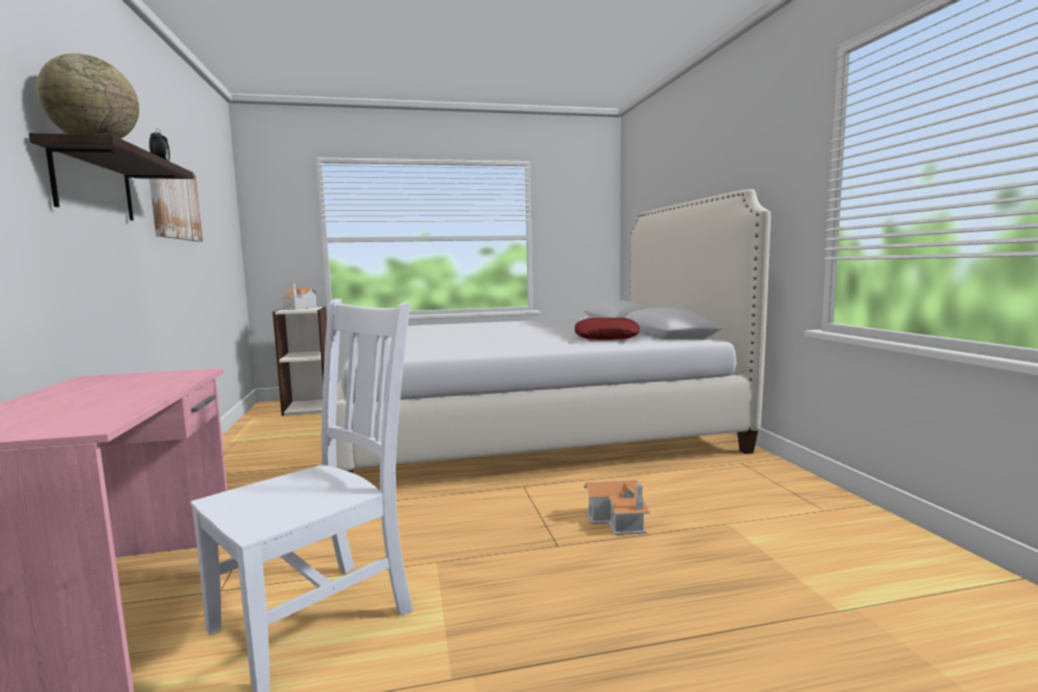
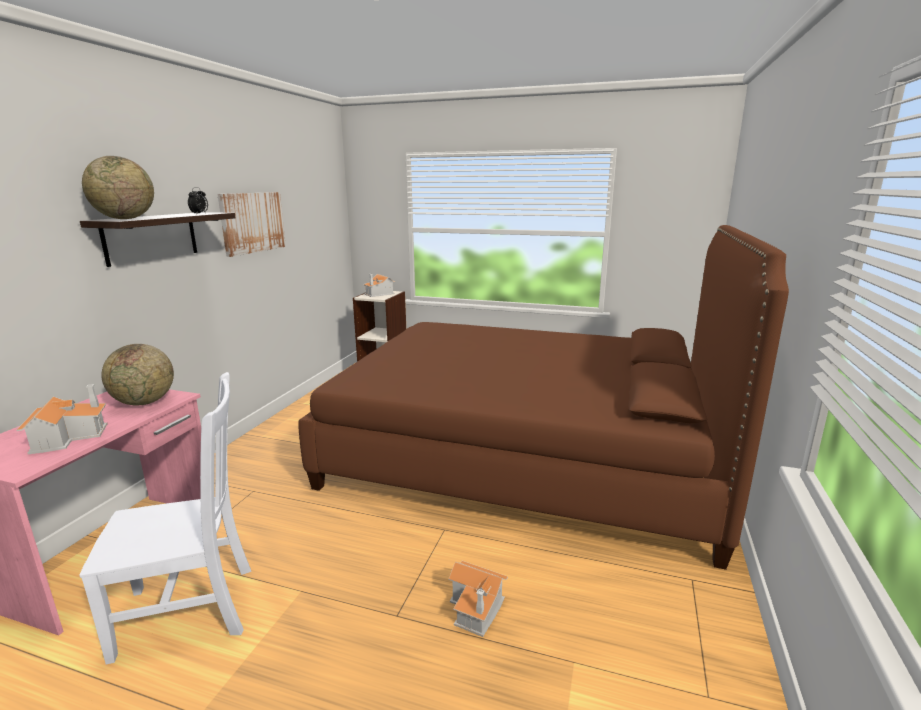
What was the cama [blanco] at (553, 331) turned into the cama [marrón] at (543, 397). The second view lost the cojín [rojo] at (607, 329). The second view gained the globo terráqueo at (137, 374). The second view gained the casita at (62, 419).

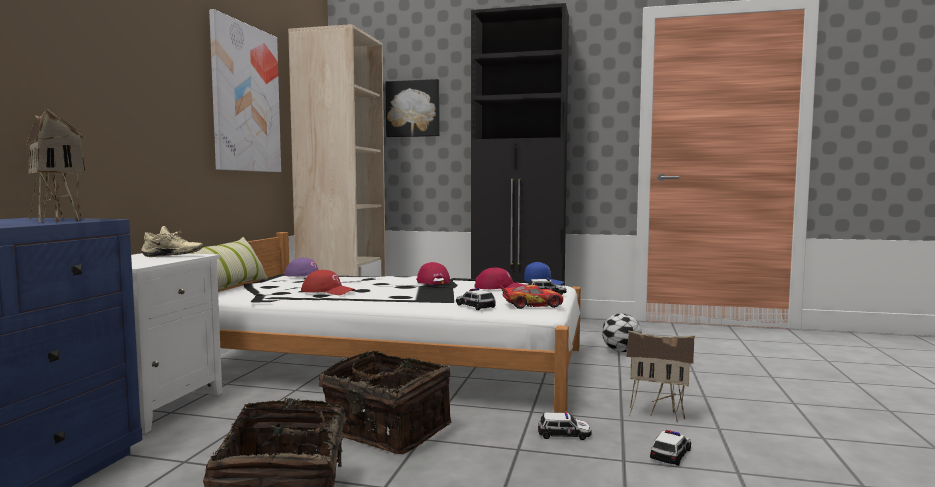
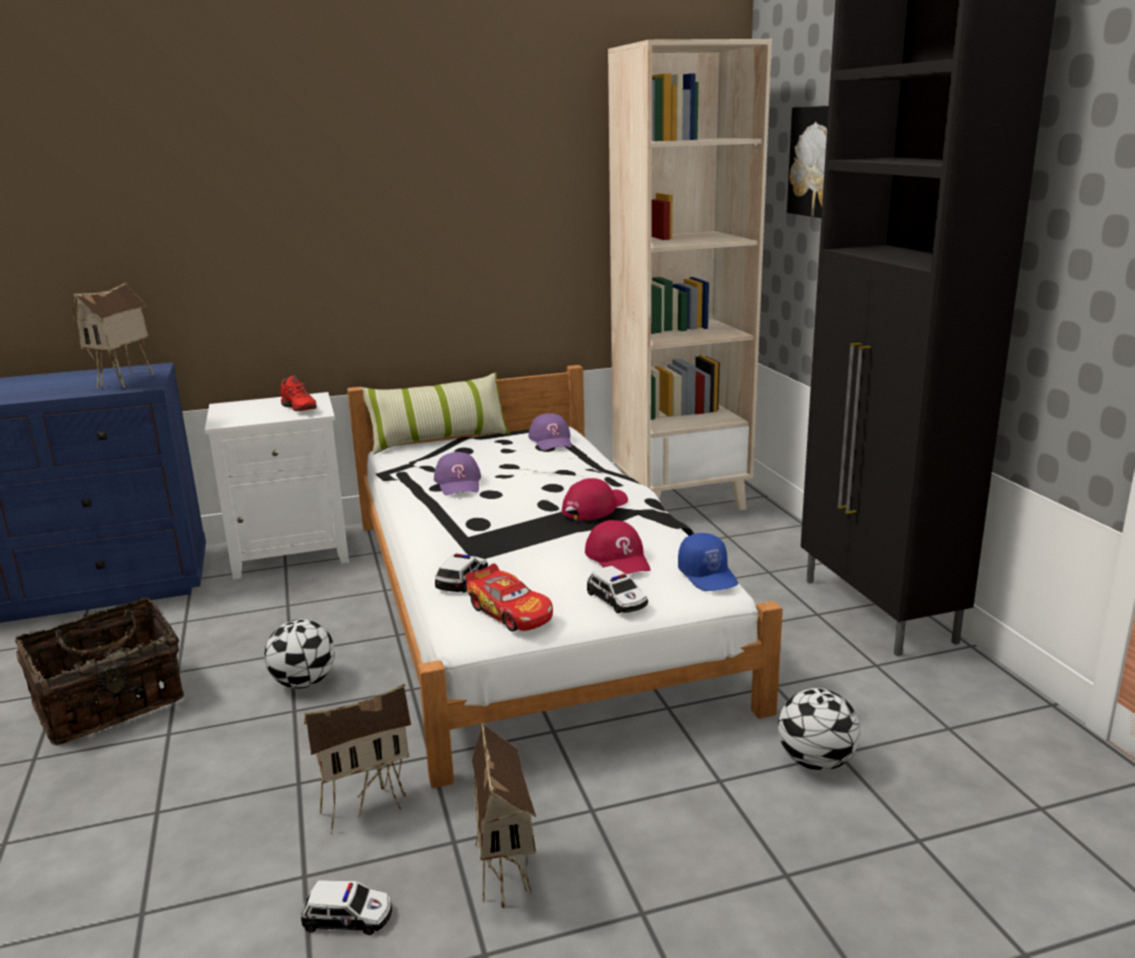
The second view lost the cuadro at (245, 90). What was the zapato [beis] at (172, 241) turned into the zapato [rojo] at (298, 393). What was the gorra [rojo] at (328, 282) turned into the gorra [morado] at (457, 473). Where the cesta stood at (385, 403), the balón de fútbol came to stand at (299, 654). Where the coche de juguete stood at (565, 426), the casita came to stand at (357, 759).

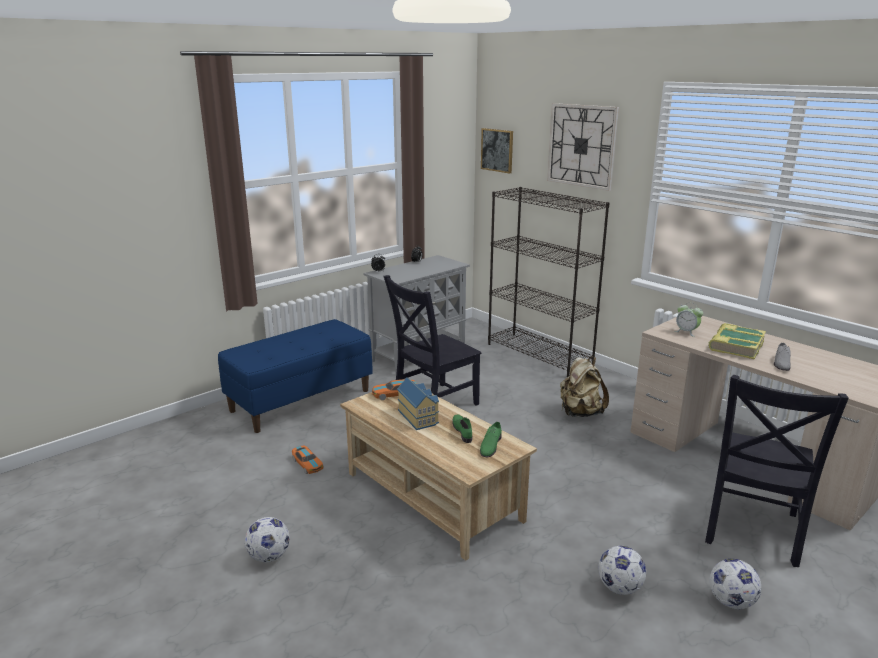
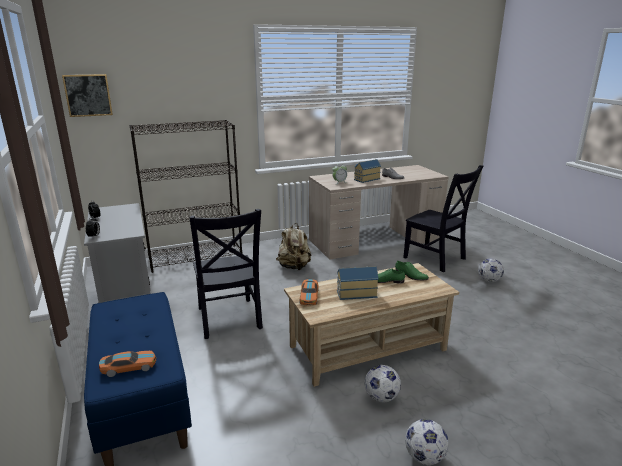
The second view lost the reloj de pared at (583, 147). Where the libro stood at (737, 341), the casita came to stand at (367, 171). The coche de juguete ended up elsewhere, having gone from (308, 459) to (127, 364). The balón de fútbol ended up elsewhere, having gone from (622, 570) to (383, 383).

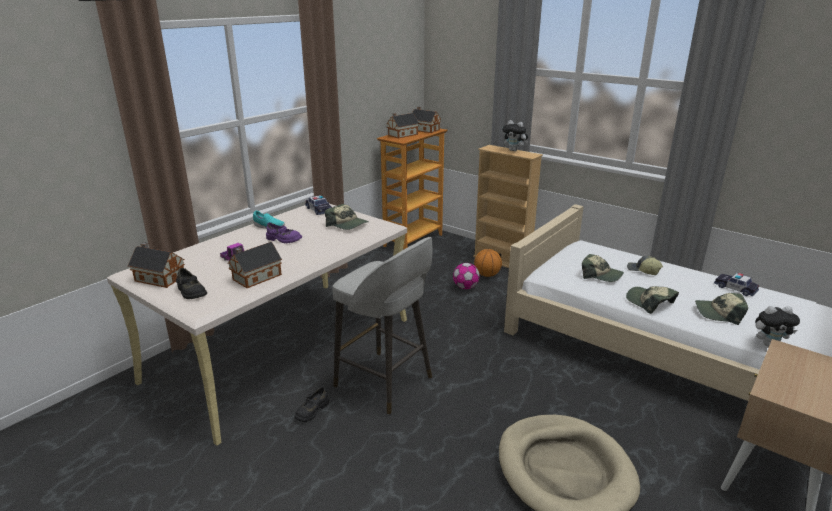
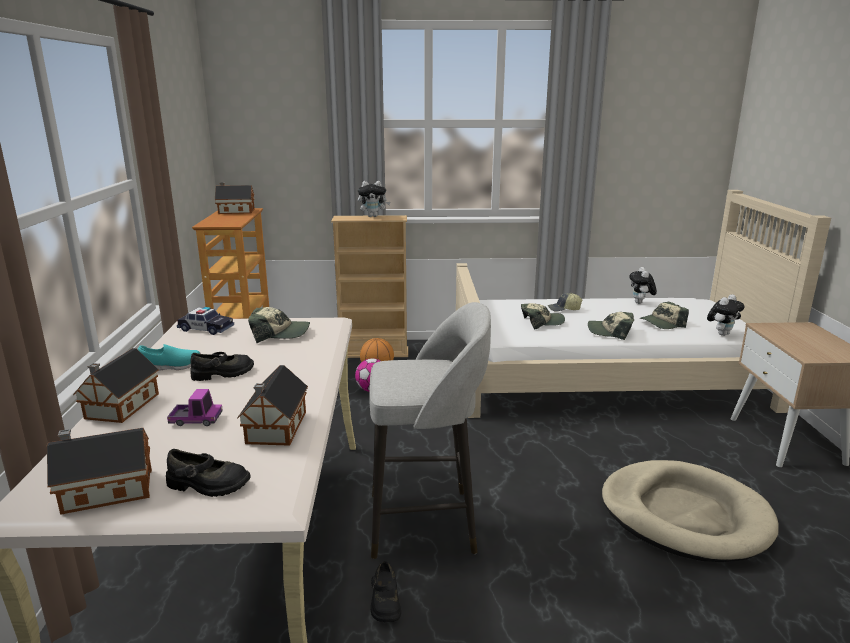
The casita ended up elsewhere, having gone from (403, 125) to (116, 385). What was the zapato [morado] at (284, 232) turned into the zapato [negro] at (222, 366). Where the coche de juguete stood at (736, 284), the peluche came to stand at (643, 285).

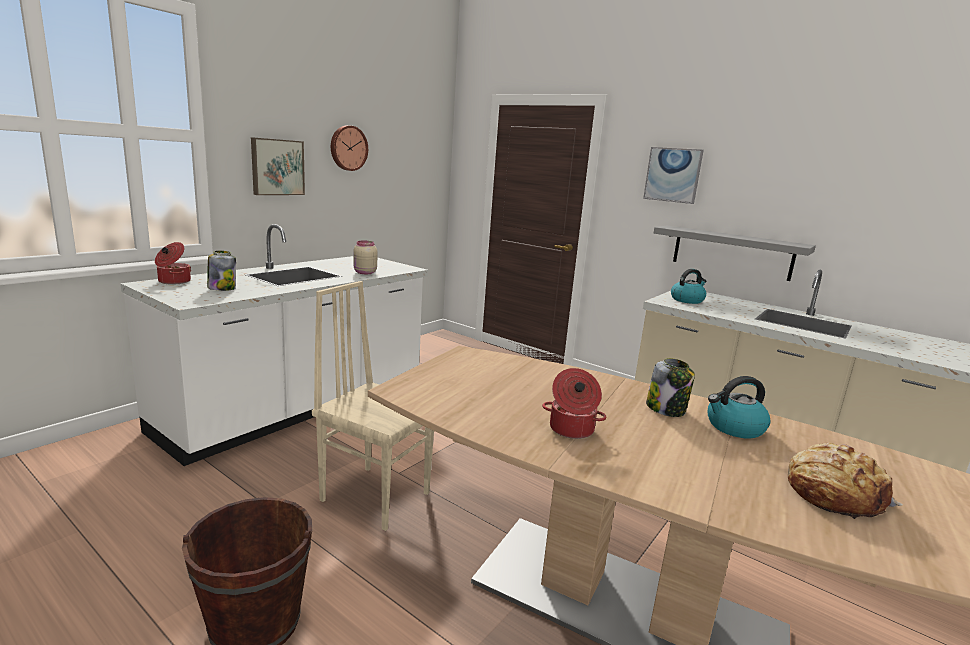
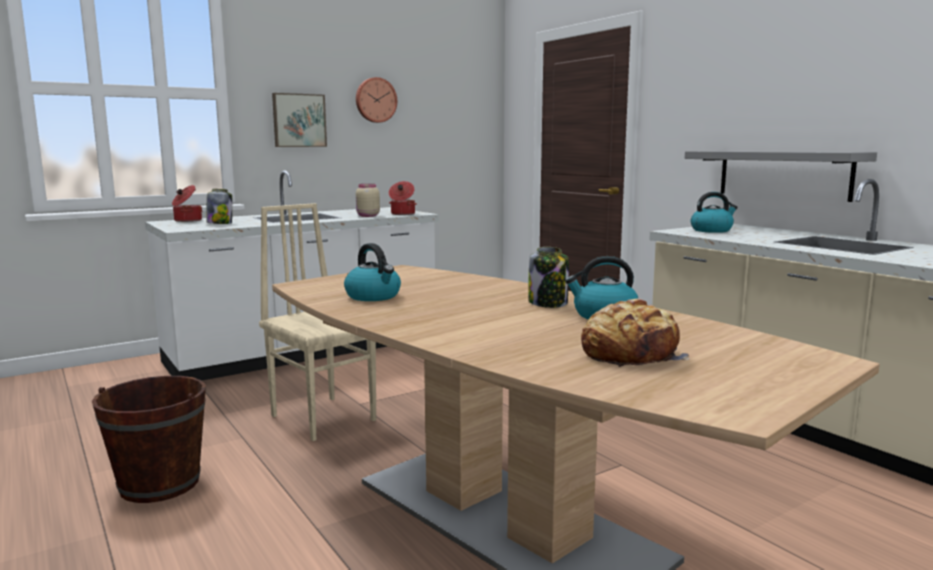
The second view lost the cuadro at (673, 175). The olla ended up elsewhere, having gone from (574, 403) to (403, 198). The second view gained the hervidor at (372, 272).

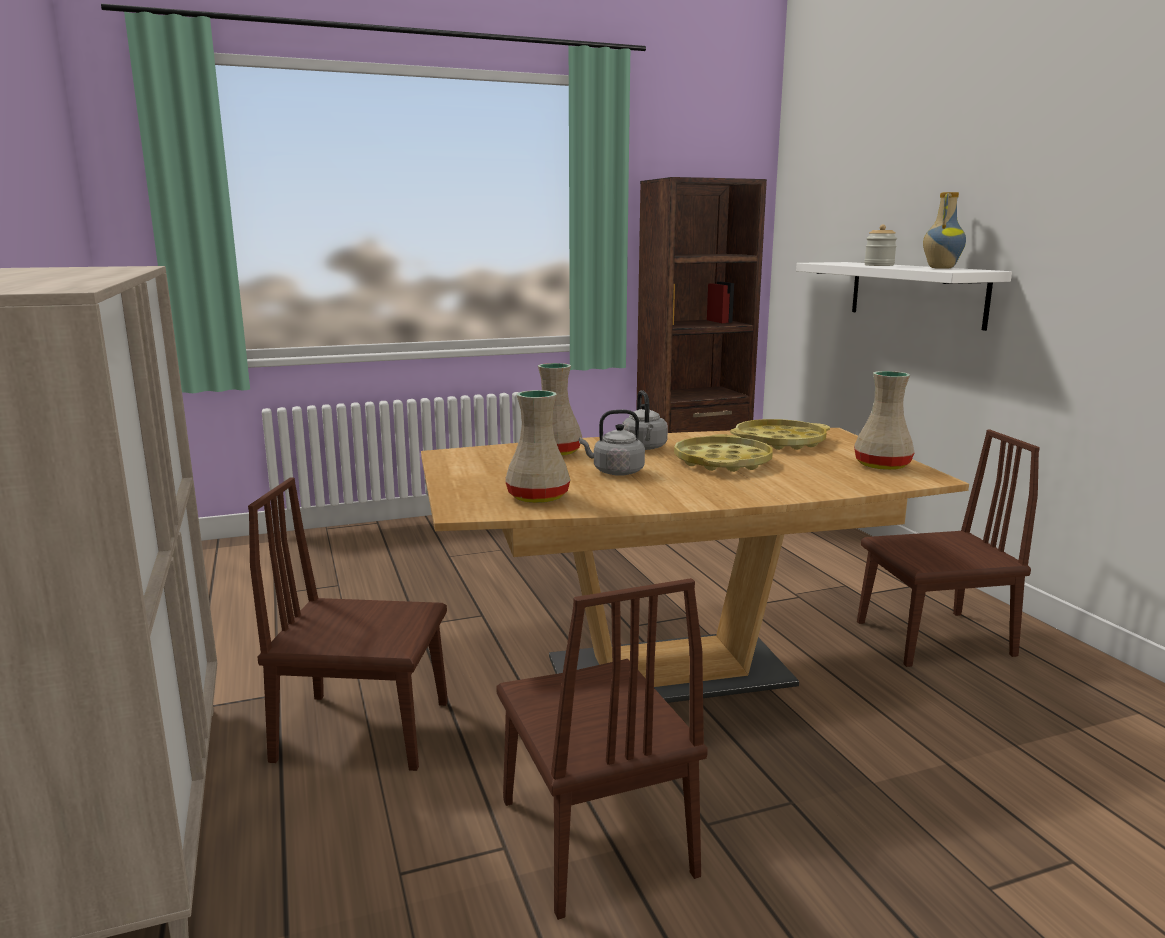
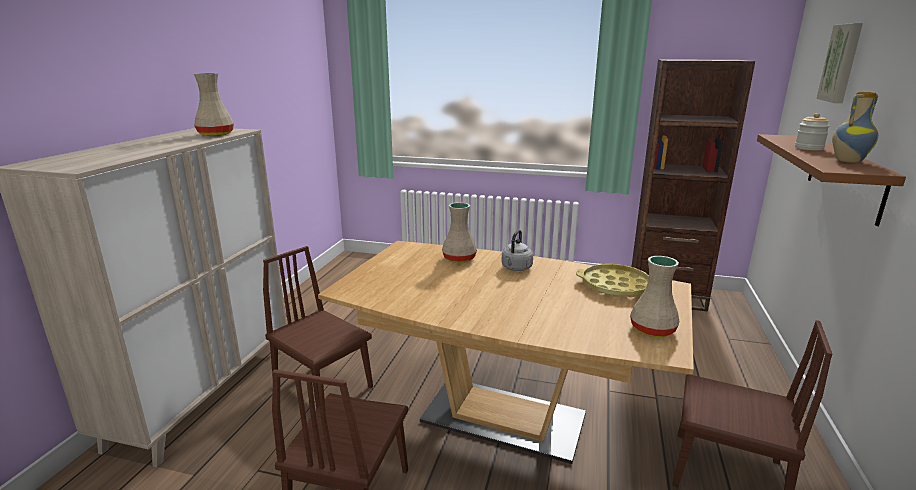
What was the estante [blanco] at (904, 296) turned into the estante [marrón] at (831, 180). The florero [beis] ended up elsewhere, having gone from (537, 446) to (214, 104). The second view lost the hervidor [gris] at (612, 443). The second view lost the bandeja [amarillo] at (723, 453). The second view gained the cuadro at (839, 63).

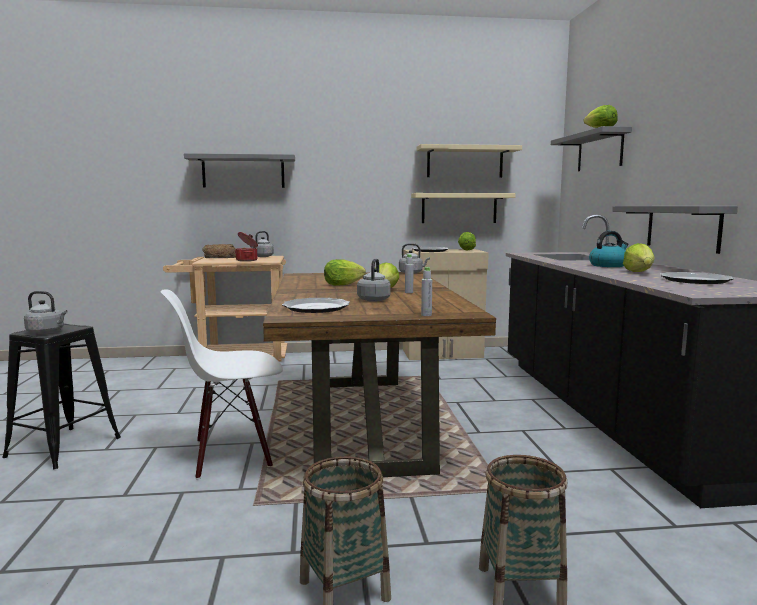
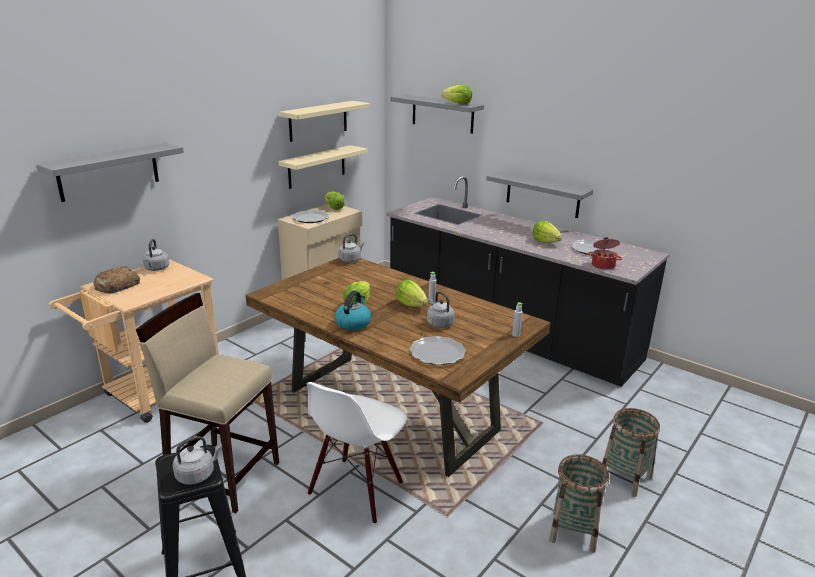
The hervidor ended up elsewhere, having gone from (608, 249) to (352, 310). The olla ended up elsewhere, having gone from (246, 246) to (605, 253). The second view gained the taburete [beis] at (207, 403).

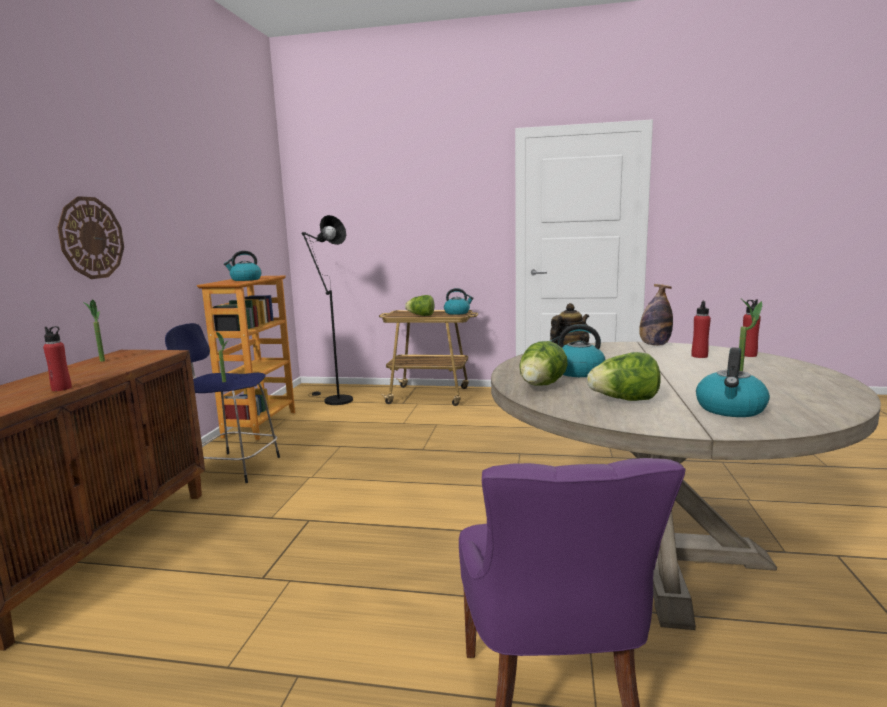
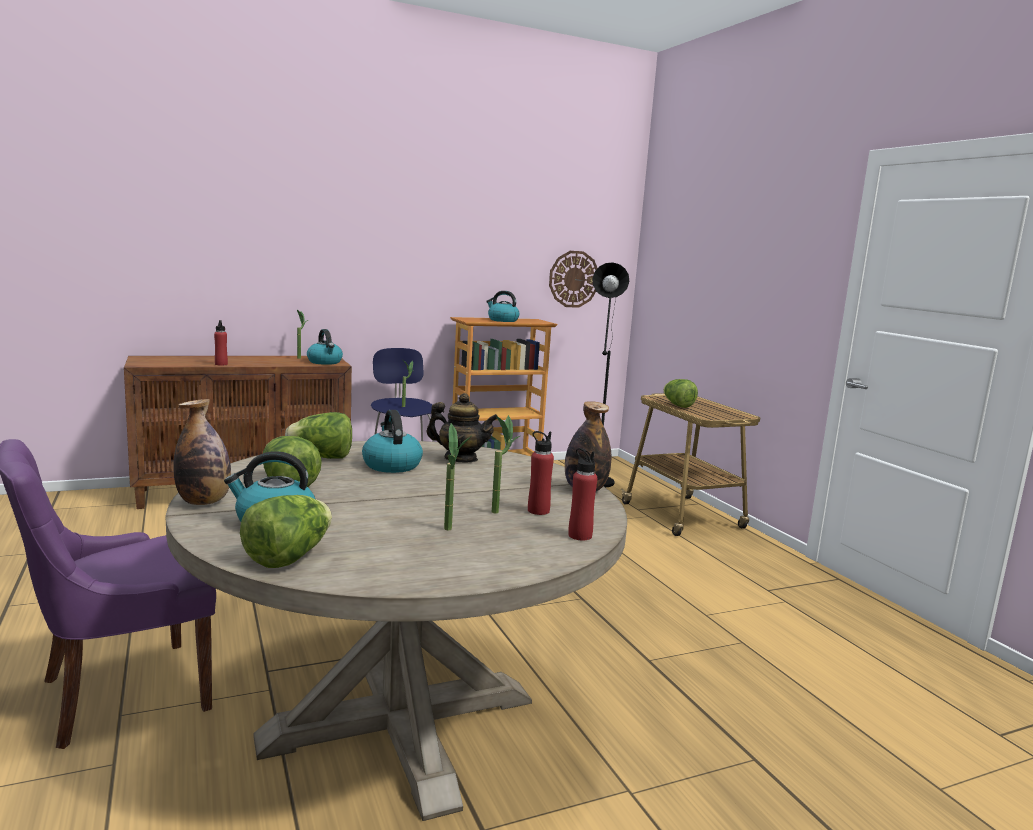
The reloj de pared ended up elsewhere, having gone from (90, 237) to (573, 279). The hervidor ended up elsewhere, having gone from (458, 301) to (325, 347). The second view gained the botella at (202, 452). The second view gained the planta en maceta at (506, 464). The second view gained the lechuga at (286, 531).

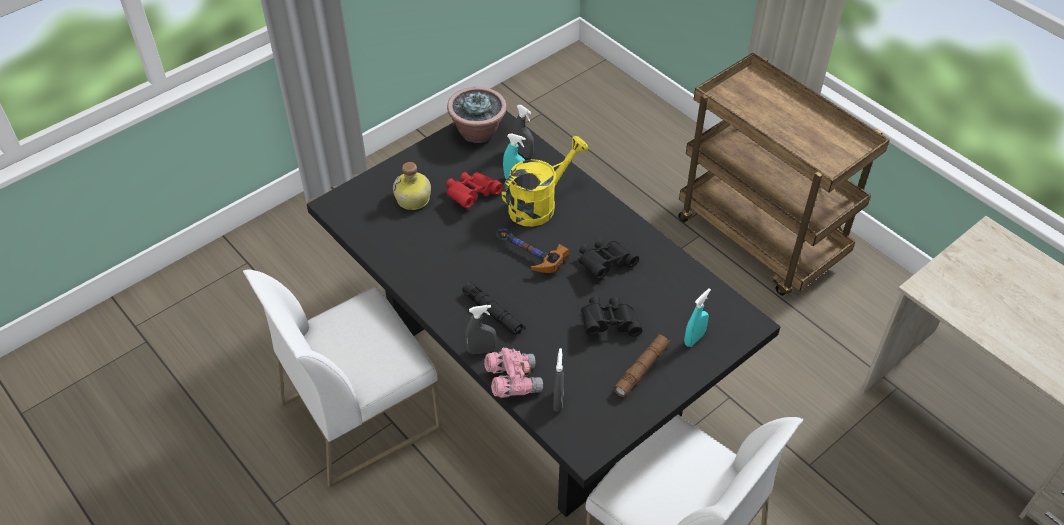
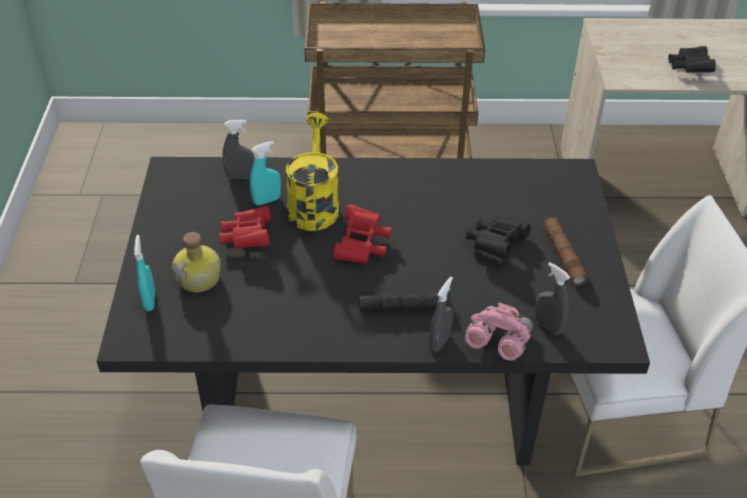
The second view lost the planta en maceta at (477, 115). Where the martillo stood at (532, 250), the prismáticos [rojo] came to stand at (362, 234). The prismáticos [negro] ended up elsewhere, having gone from (609, 259) to (692, 59). The pulverizador [turquesa] ended up elsewhere, having gone from (697, 317) to (144, 273).

